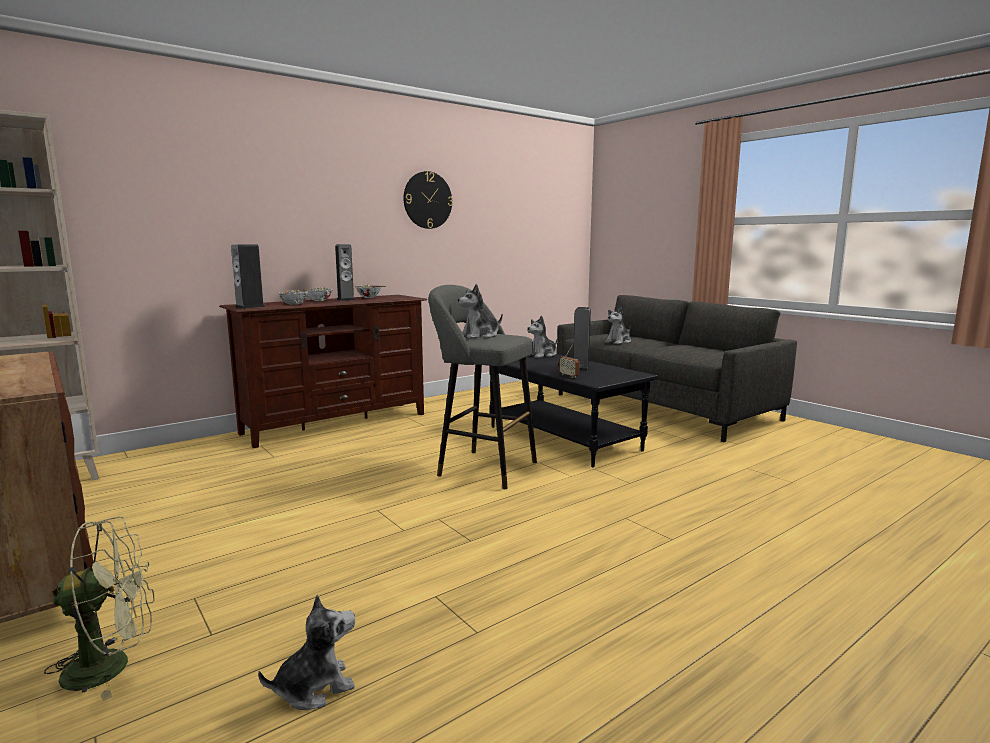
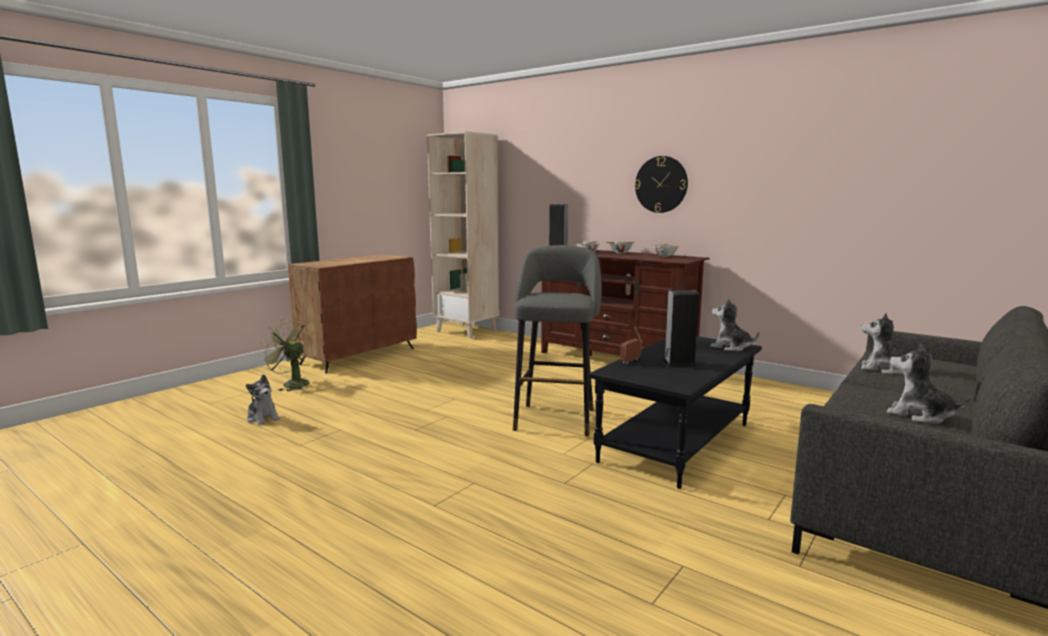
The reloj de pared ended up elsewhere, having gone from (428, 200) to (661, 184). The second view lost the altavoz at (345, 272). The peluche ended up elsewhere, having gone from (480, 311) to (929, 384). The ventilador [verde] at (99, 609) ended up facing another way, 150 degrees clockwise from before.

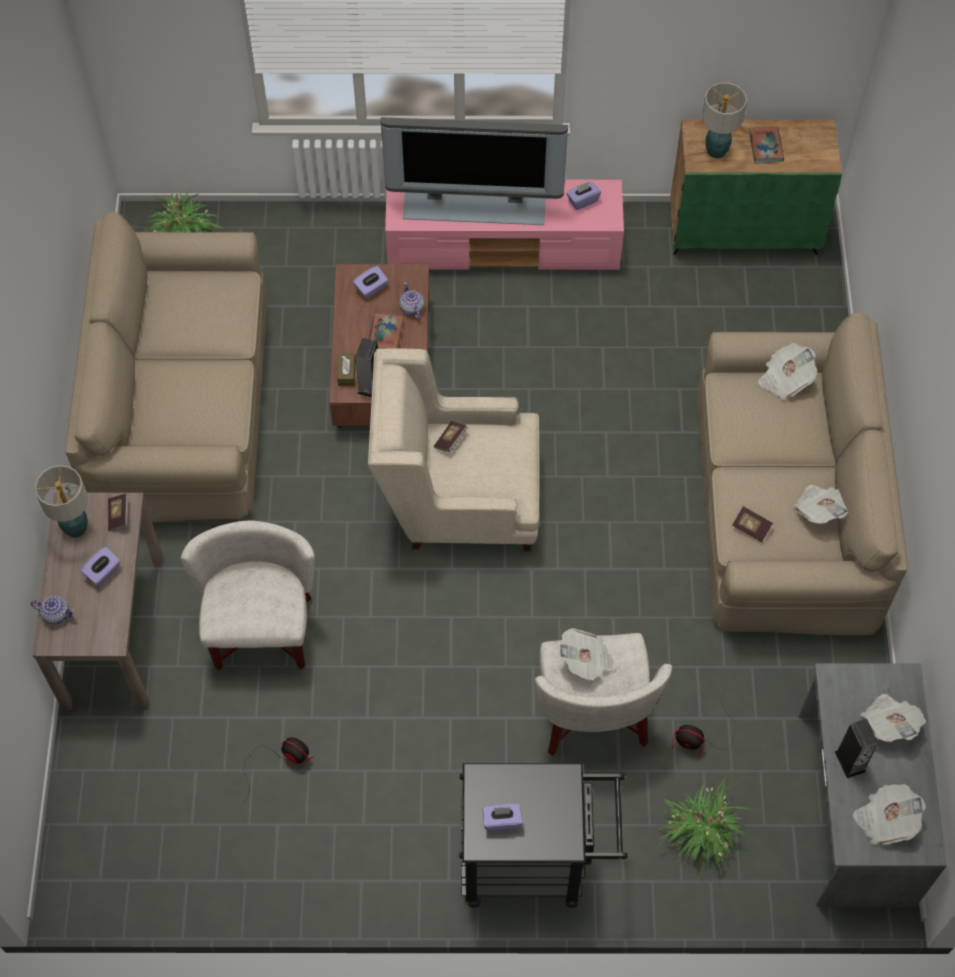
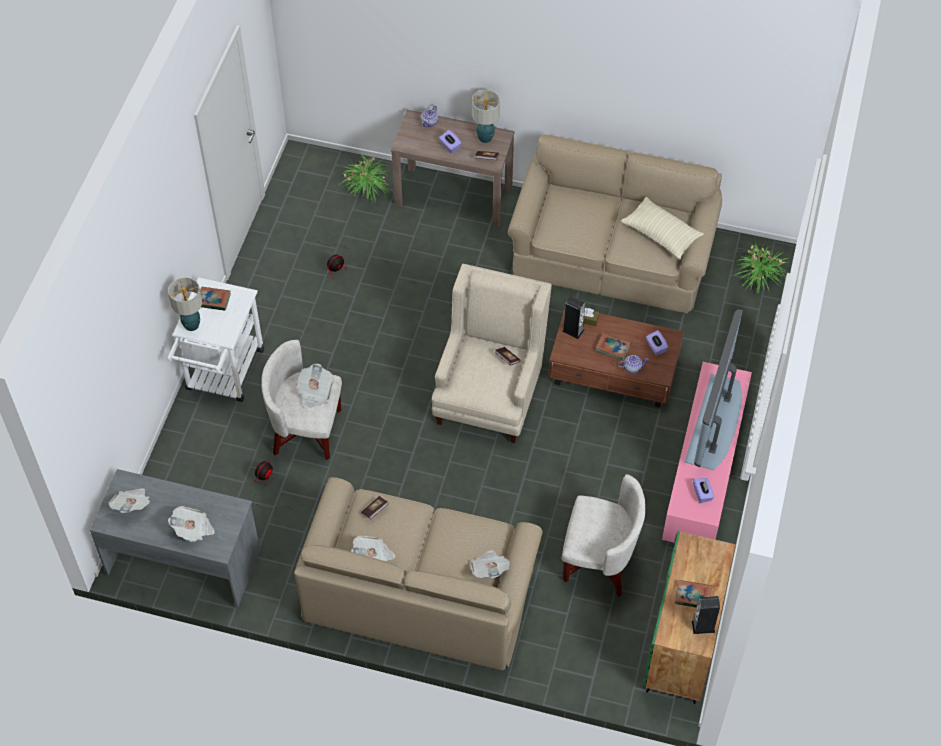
The lámpara de mesa ended up elsewhere, having gone from (724, 120) to (185, 304). The sillón [blanco] ended up elsewhere, having gone from (248, 595) to (604, 535). The altavoz ended up elsewhere, having gone from (857, 748) to (706, 615). What was the carrito [negro] at (543, 835) turned into the carrito [blanco] at (216, 339). The planta en maceta ended up elsewhere, having gone from (703, 827) to (364, 179). Where the caja de pañuelos [morado] stood at (503, 817), the libro came to stand at (215, 299). The second view gained the cojín [beis] at (662, 228).

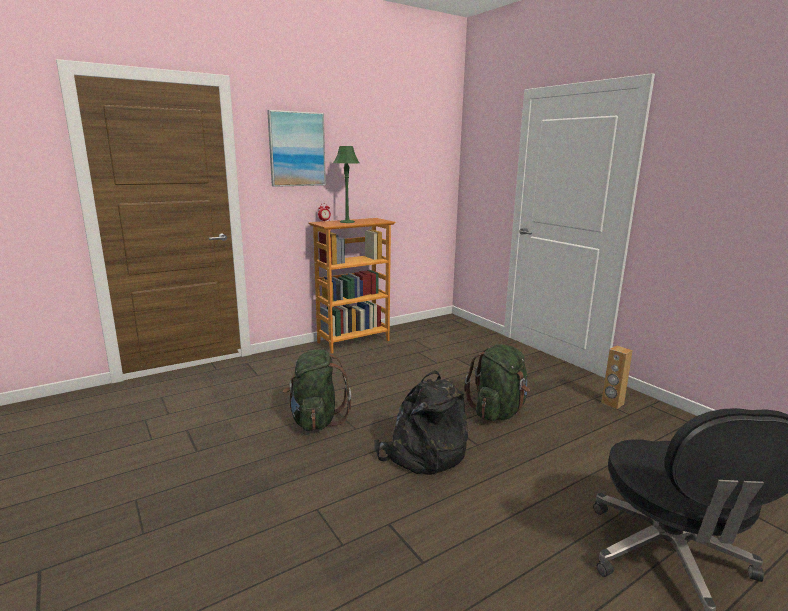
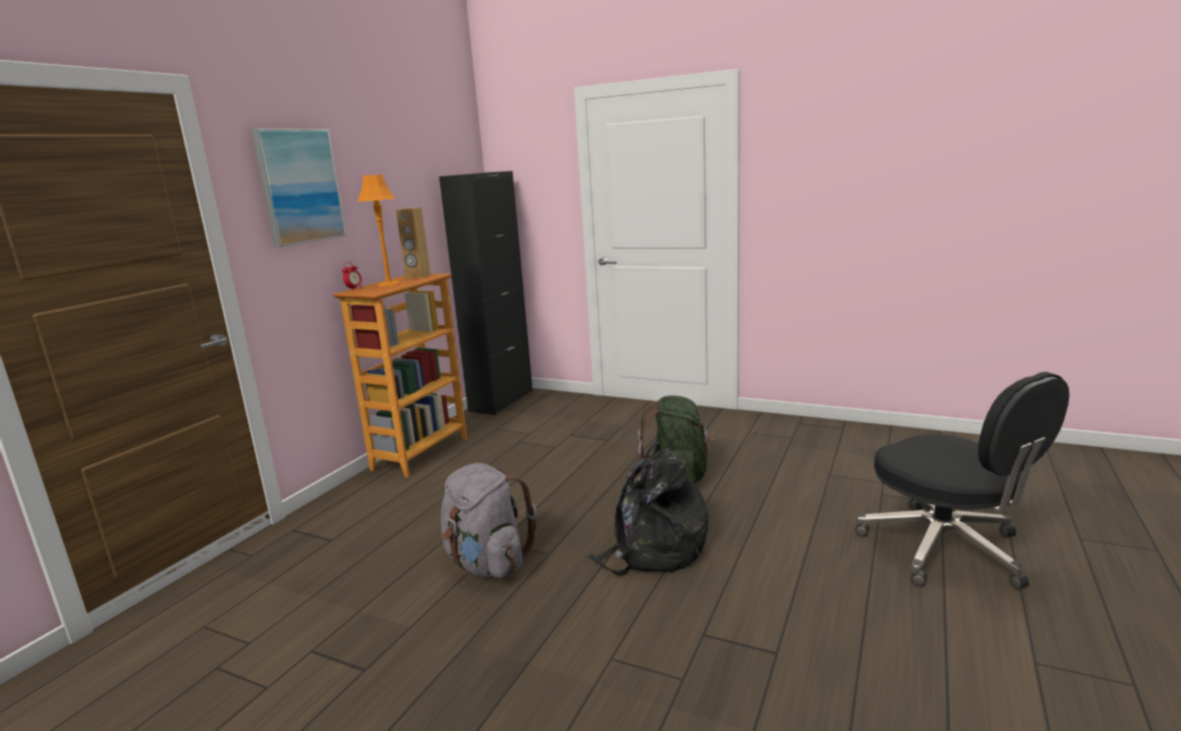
What was the lámpara de mesa [verde] at (346, 184) turned into the lámpara de mesa [naranja] at (378, 230). The altavoz [marrón] ended up elsewhere, having gone from (617, 377) to (413, 242). What was the mochila [verde] at (317, 390) turned into the mochila [gris] at (489, 520). The second view gained the armario [negro] at (486, 293).

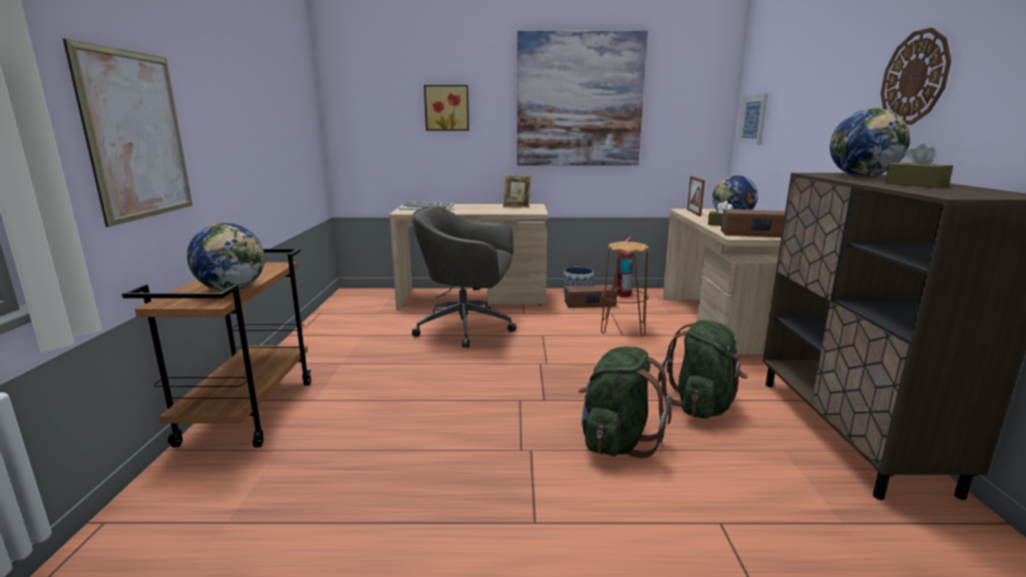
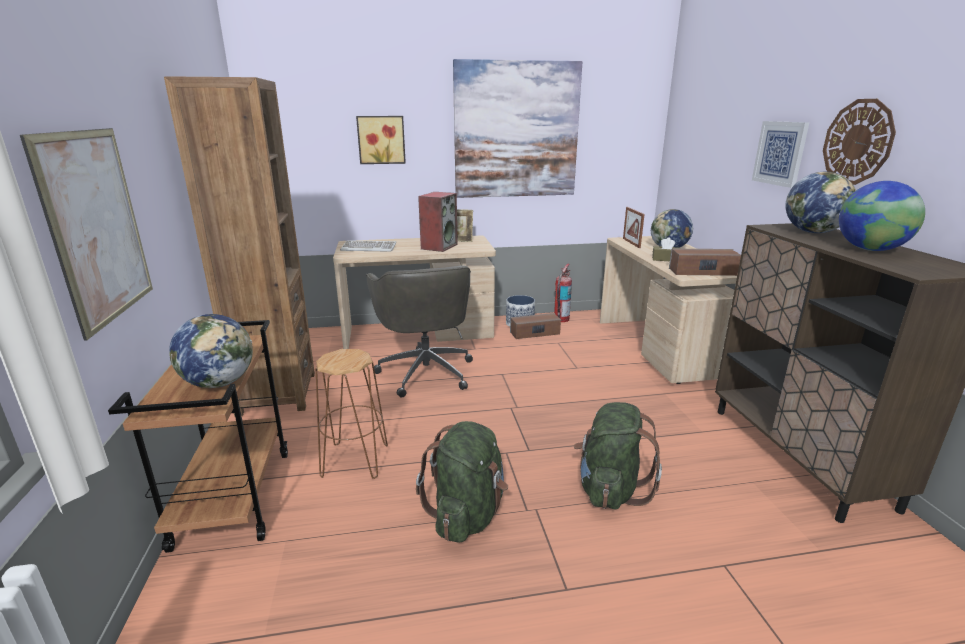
The cuadro ended up elsewhere, having gone from (753, 119) to (780, 154). Where the caja de pañuelos [marrón] stood at (919, 166), the globo terráqueo came to stand at (882, 216). The silla de oficina [gris] at (464, 277) ended up facing another way, 105 degrees counterclockwise from before. The taburete [marrón] ended up elsewhere, having gone from (625, 289) to (352, 414). The mochila [verde] ended up elsewhere, having gone from (703, 369) to (462, 482). The second view gained the estantería [marrón] at (239, 246). The second view gained the altavoz at (438, 222).

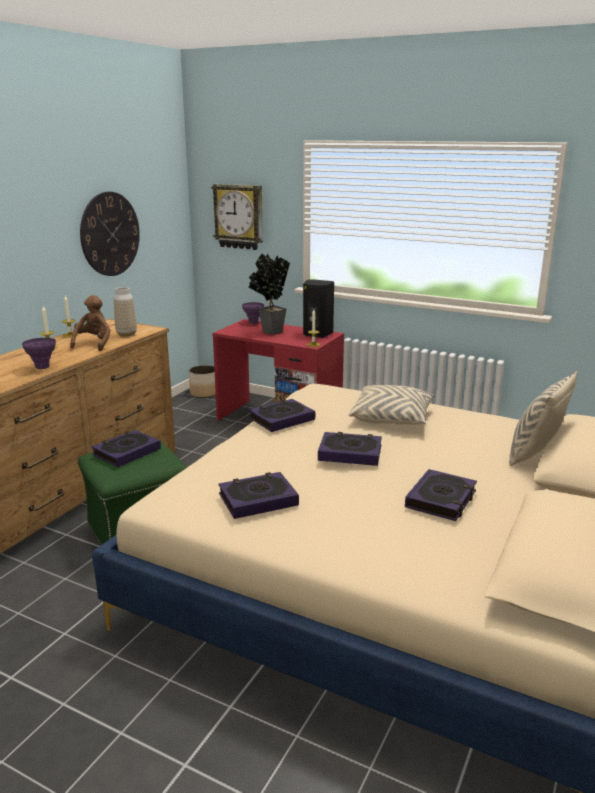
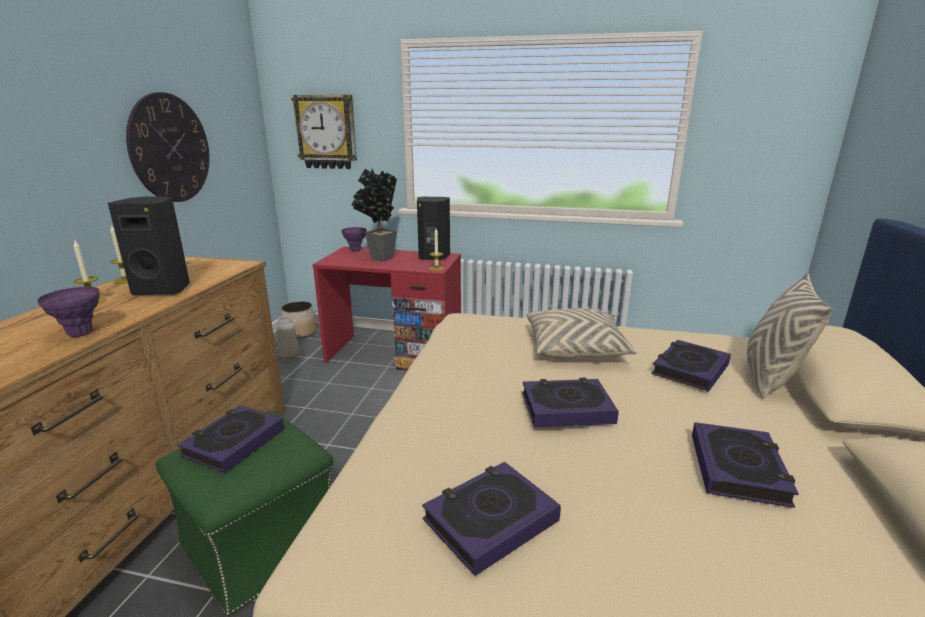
The florero ended up elsewhere, having gone from (125, 312) to (288, 338). Where the peluche [marrón] stood at (90, 323), the altavoz [negro] came to stand at (149, 246). The libro ended up elsewhere, having gone from (282, 415) to (691, 366).

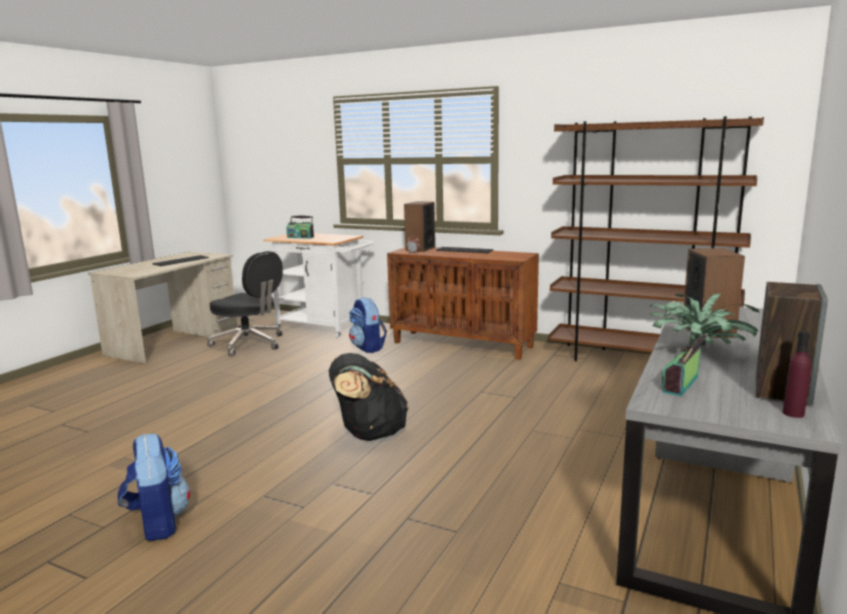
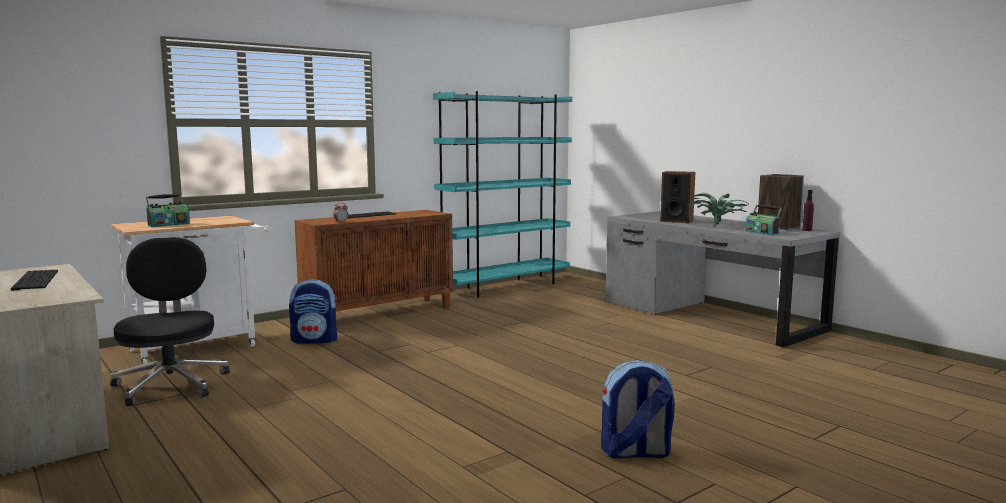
What was the estantería [marrón] at (656, 238) turned into the estantería [turquesa] at (502, 194). The second view lost the altavoz at (419, 226). The silla de oficina [negro] at (245, 303) ended up facing another way, 75 degrees counterclockwise from before. The second view lost the mochila [negro] at (369, 397).

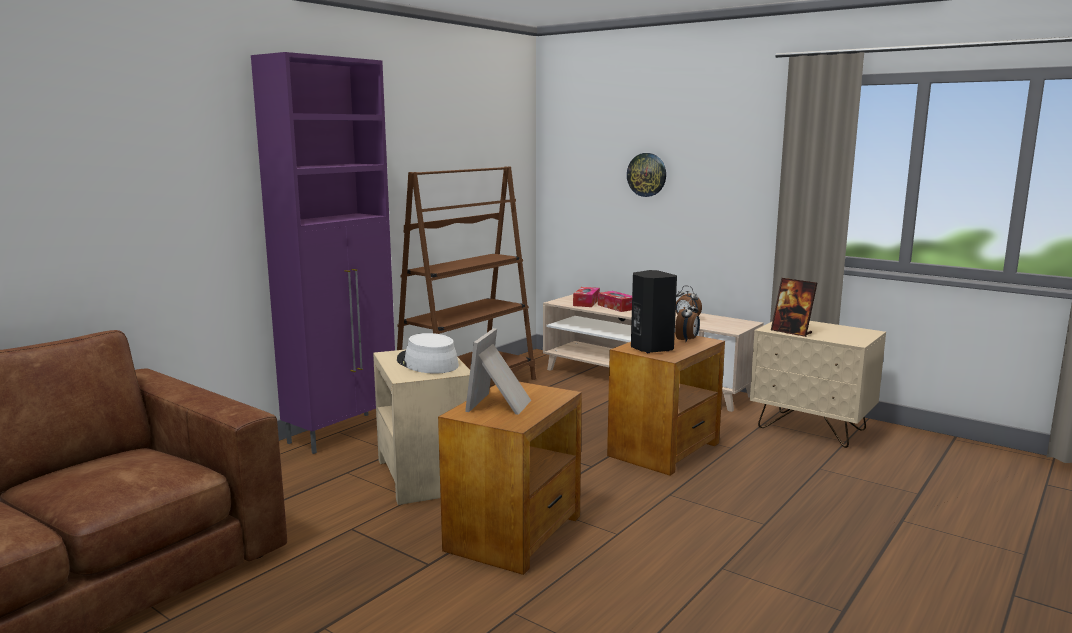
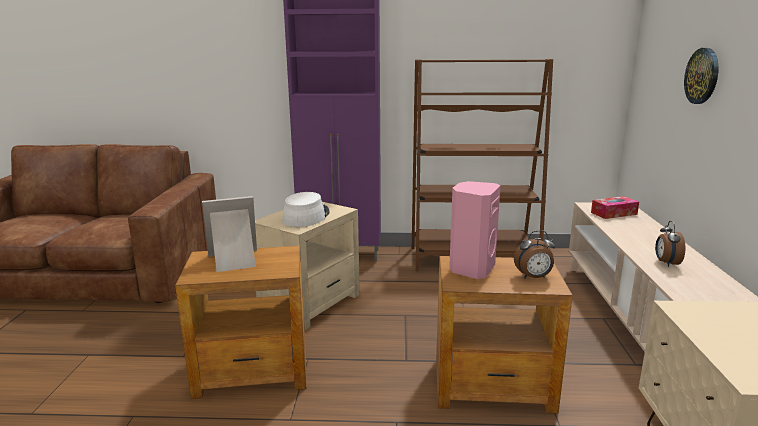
What was the altavoz [negro] at (654, 311) turned into the altavoz [rosa] at (475, 230). The second view lost the portarretratos at (794, 307). The second view lost the caja de pañuelos at (615, 301).

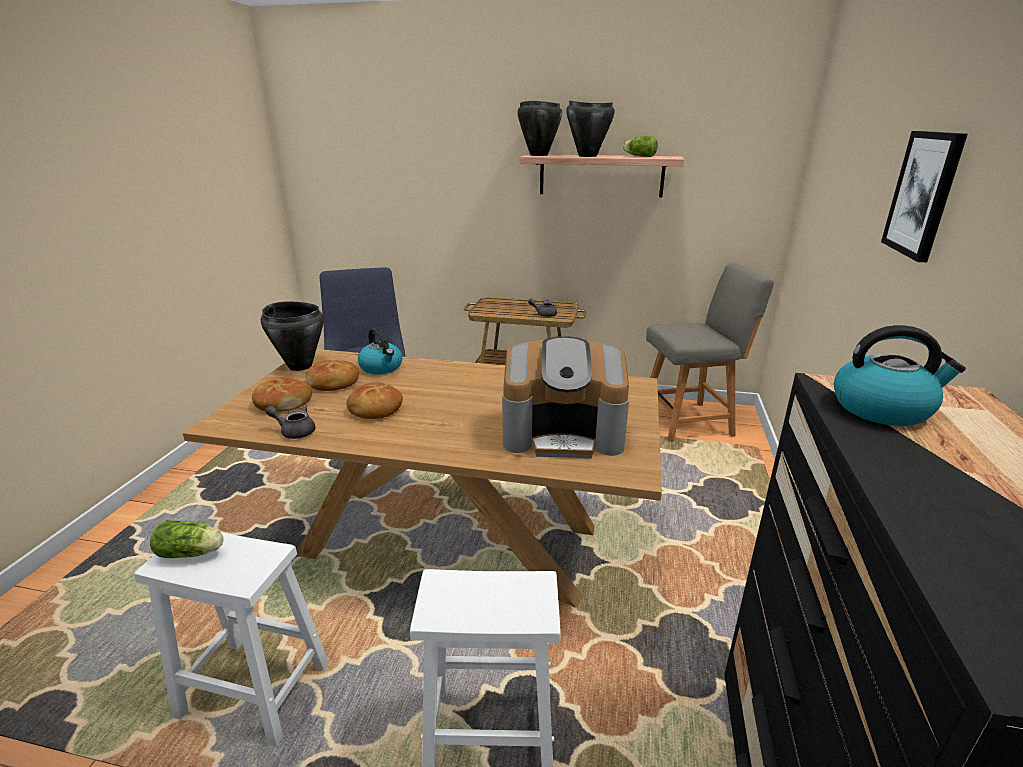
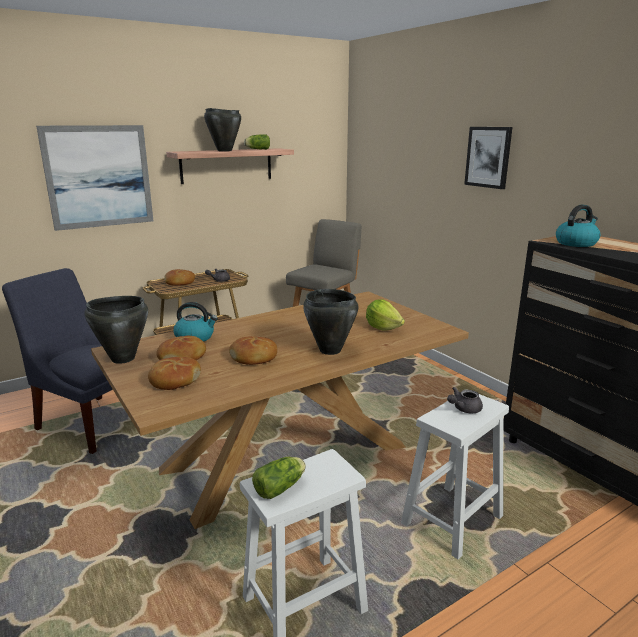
The olla [negro] ended up elsewhere, having gone from (540, 128) to (331, 322). Where the cafetera stood at (565, 397), the lechuga came to stand at (385, 315). The tetera [gris] ended up elsewhere, having gone from (290, 422) to (465, 400). The second view gained the cuadro at (94, 178). The second view gained the pan at (179, 277).

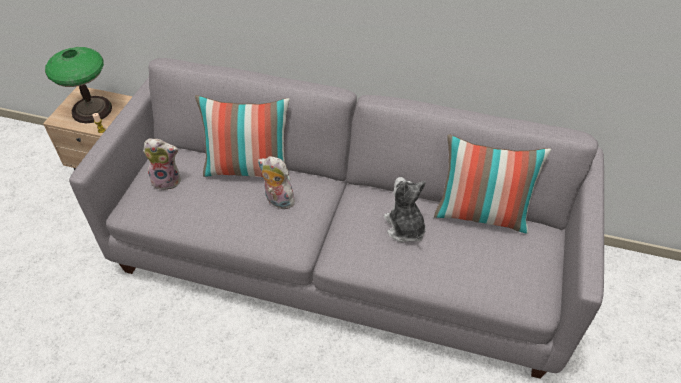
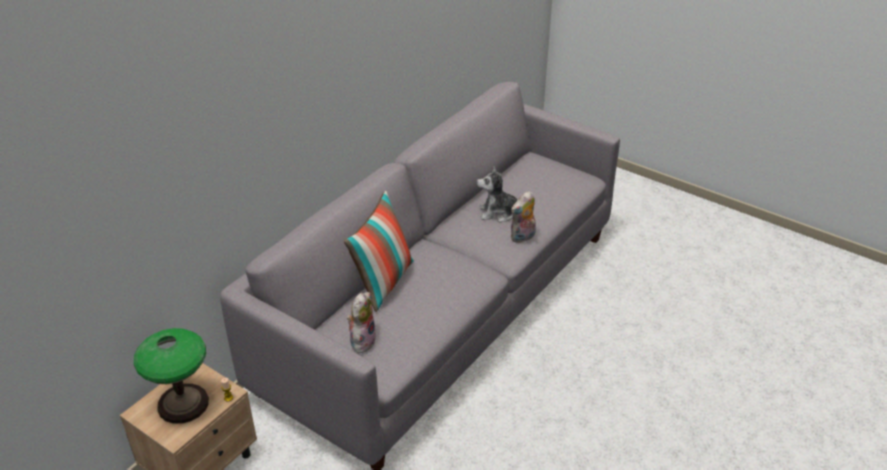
The second view lost the cojín at (492, 184). The peluche ended up elsewhere, having gone from (276, 182) to (523, 217).

